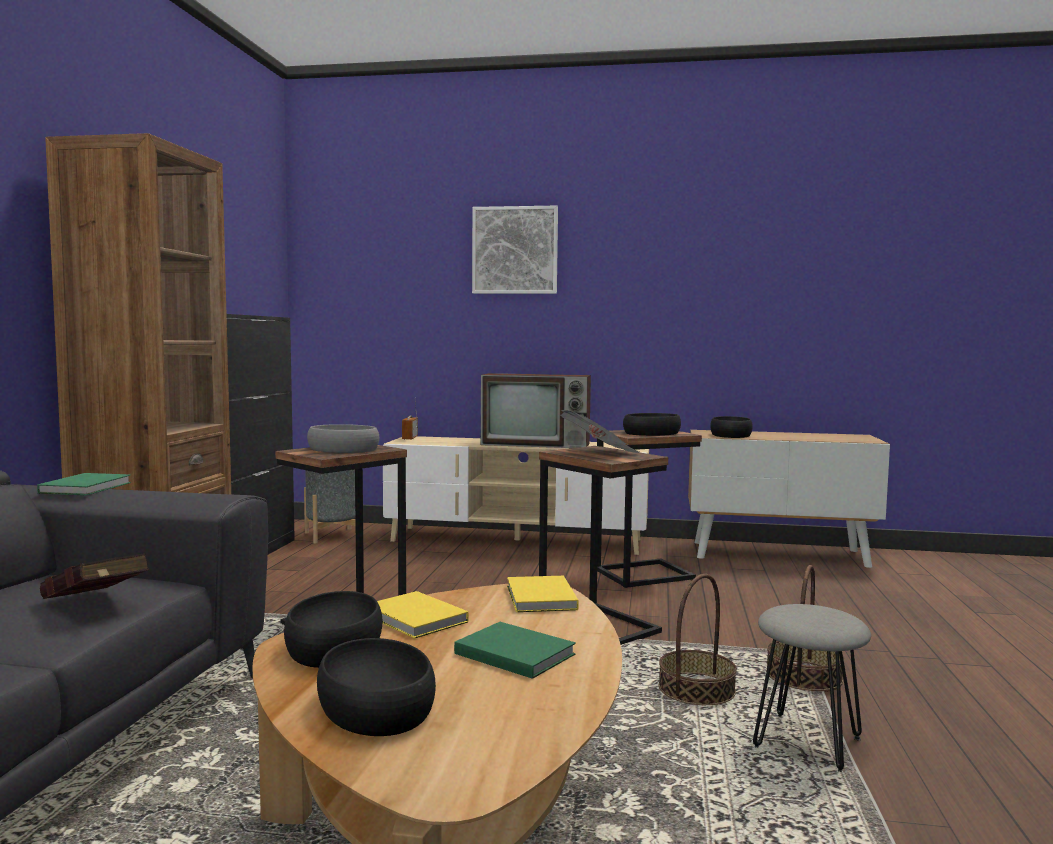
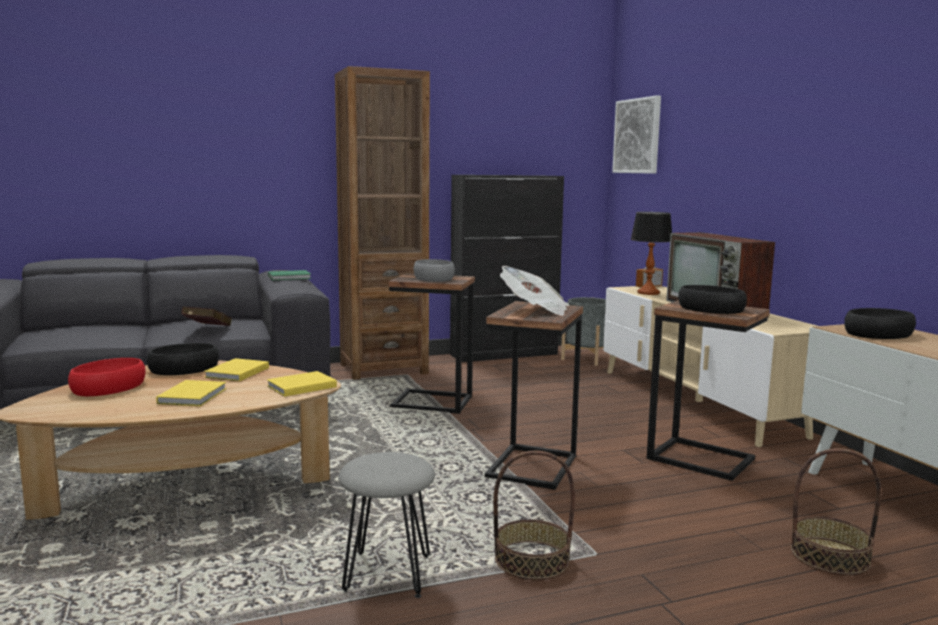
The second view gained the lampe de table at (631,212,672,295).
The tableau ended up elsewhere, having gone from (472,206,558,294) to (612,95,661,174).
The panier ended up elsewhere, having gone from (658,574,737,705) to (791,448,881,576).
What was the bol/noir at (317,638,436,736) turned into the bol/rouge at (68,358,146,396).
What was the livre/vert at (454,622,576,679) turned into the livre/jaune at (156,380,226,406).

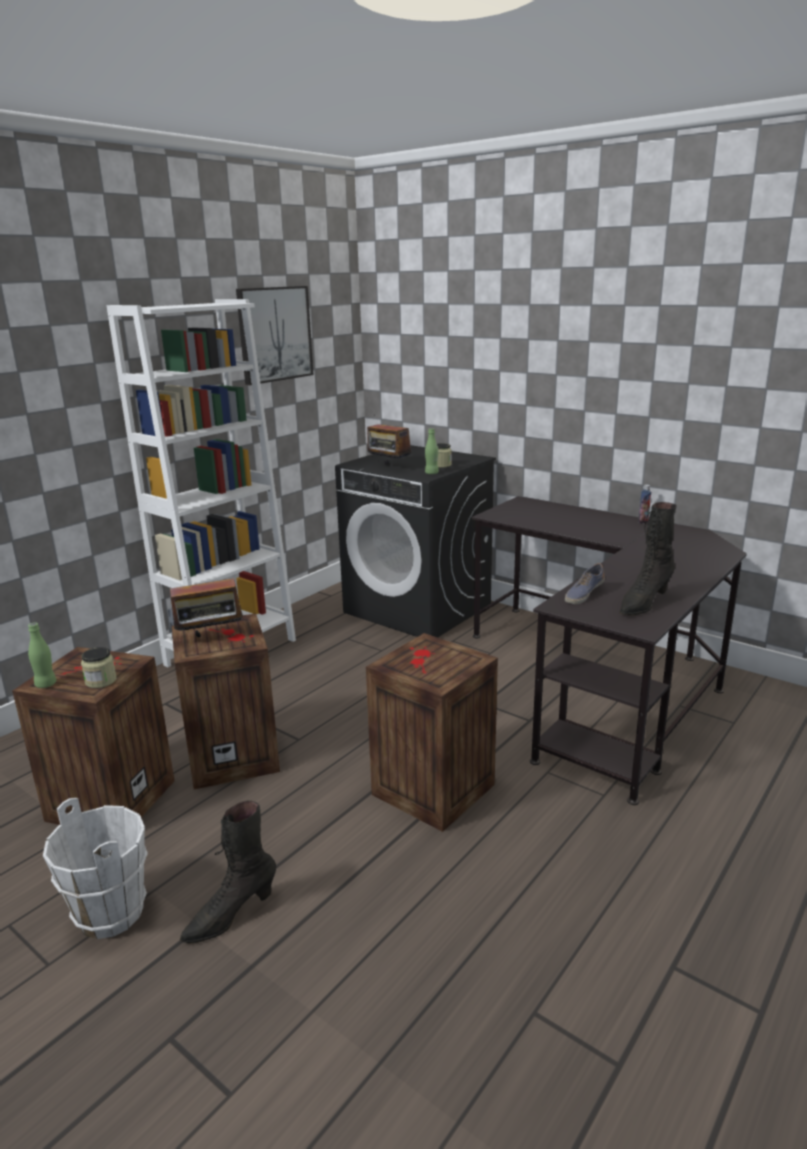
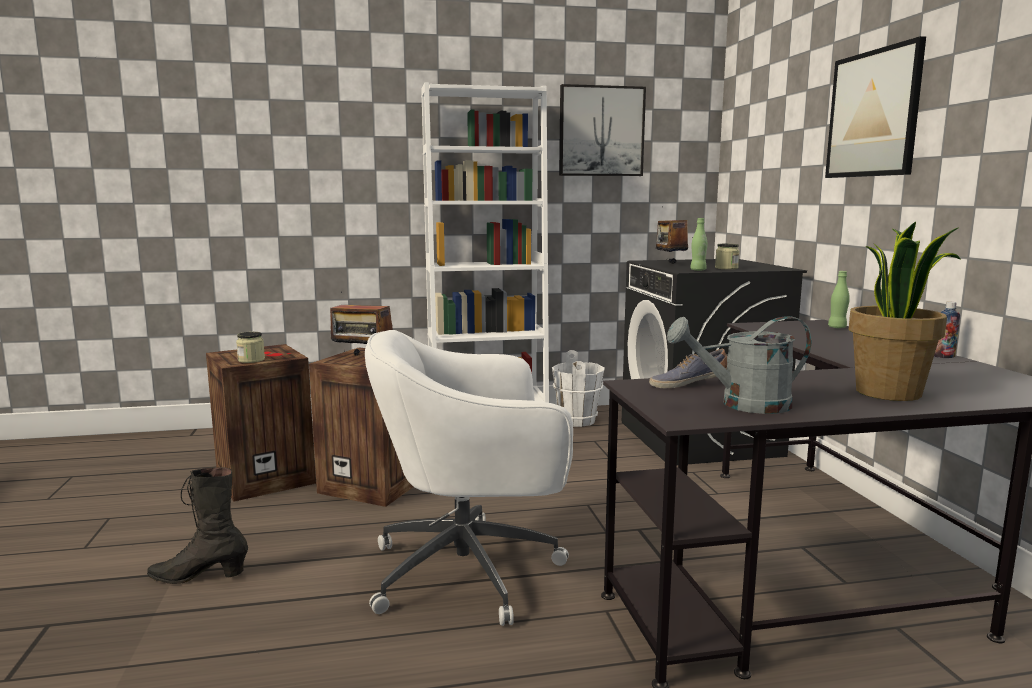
The second view gained the tableau at (825,36,926,178).
The second view gained the plante en pot at (848,221,961,401).
The bouteille/vert ended up elsewhere, having gone from (28,623,56,688) to (828,271,850,328).
The seau/blanc ended up elsewhere, having gone from (43,798,148,939) to (552,350,605,427).
Where the caisse stood at (366,633,498,832), the chaise de bureau/blanc came to stand at (365,330,573,626).
Where the botte/noir stood at (619,502,677,615), the arrosoir/gris came to stand at (667,316,812,414).

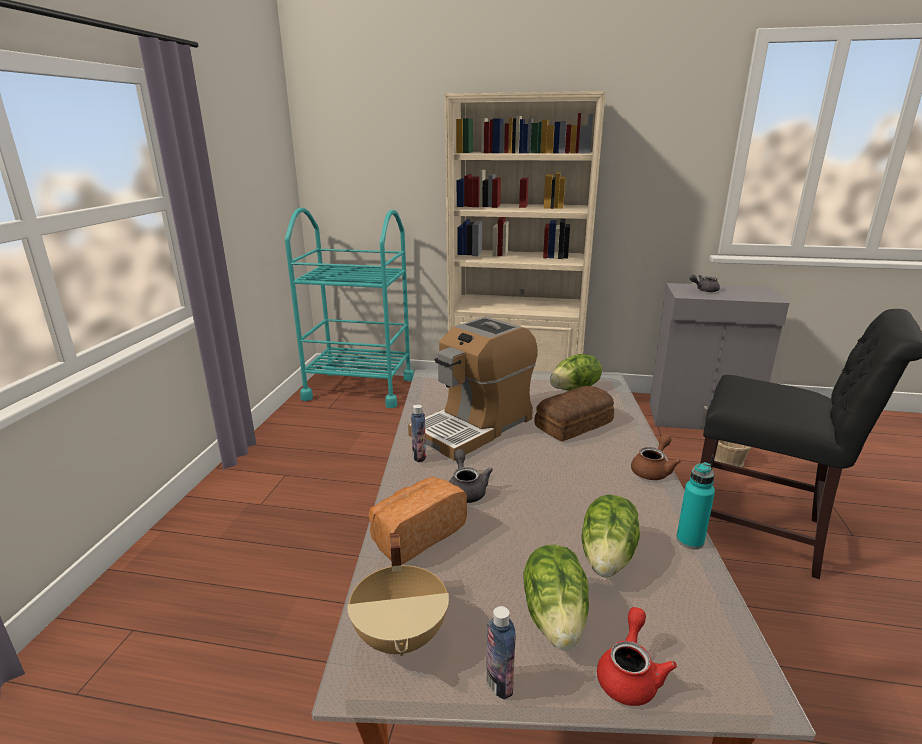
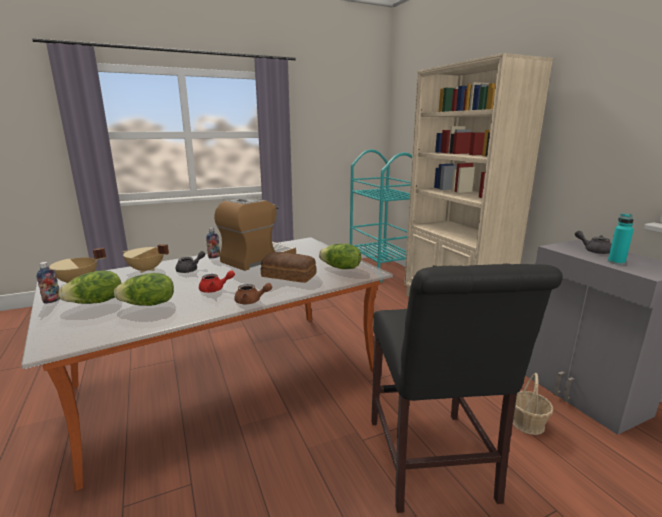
The théière/rouge ended up elsewhere, having gone from (597,607,677,706) to (199,270,235,293).
The bouteille/turquoise ended up elsewhere, having gone from (676,462,715,549) to (608,213,634,265).
Where the pain stood at (368,477,467,564), the marmite/beige came to stand at (123,244,169,273).
The machine à café at (408,316,538,461) ended up facing another way, 120 degrees clockwise from before.

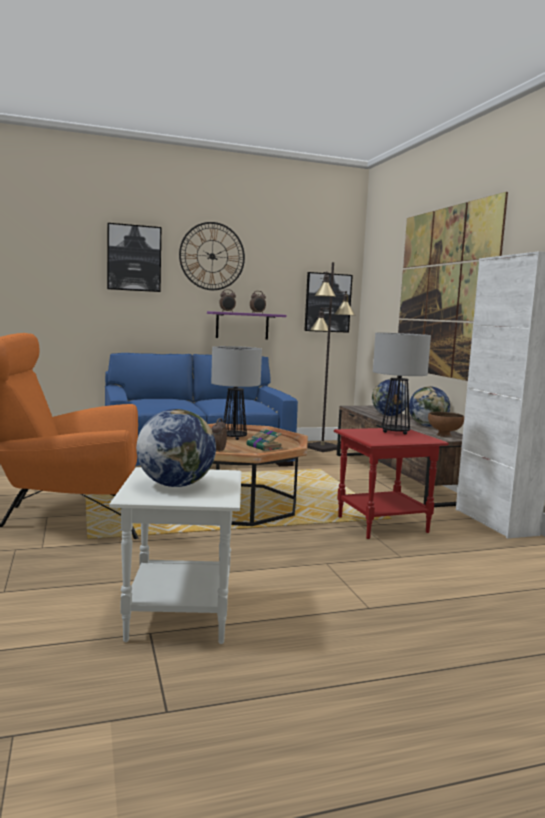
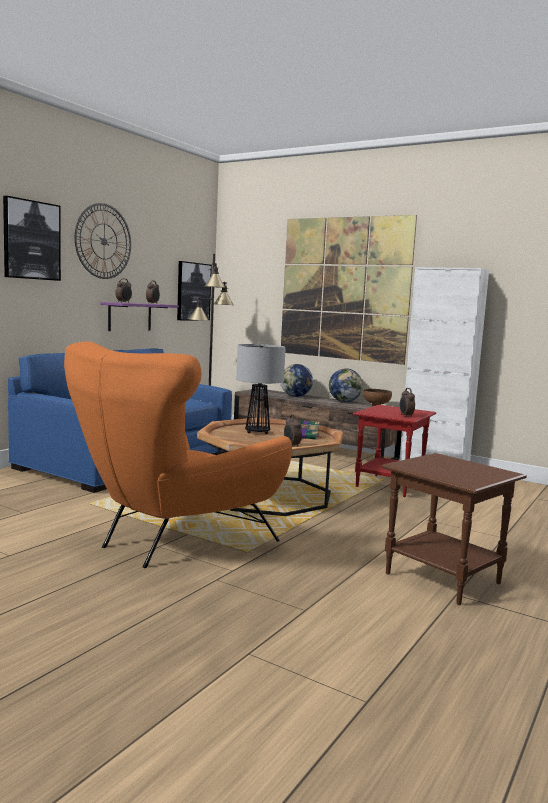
The second view lost the globe at (136,409,216,487).
The second view lost the lampe de table at (373,332,431,434).
The second view gained the réveil at (400,388,415,417).
What was the table d'appoint/blanc at (109,467,241,644) turned into the table d'appoint/marron at (381,453,527,605).

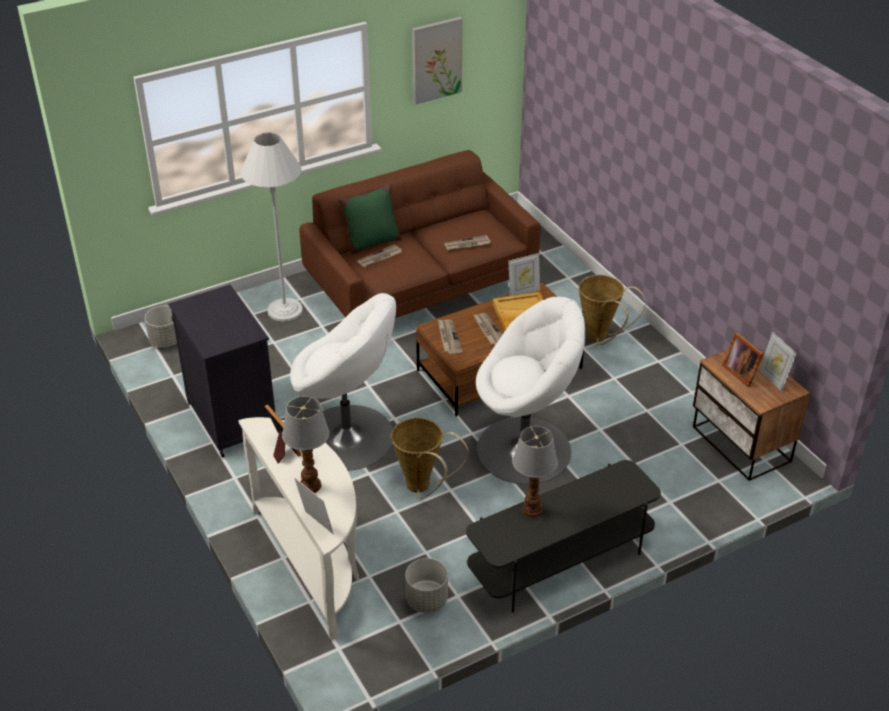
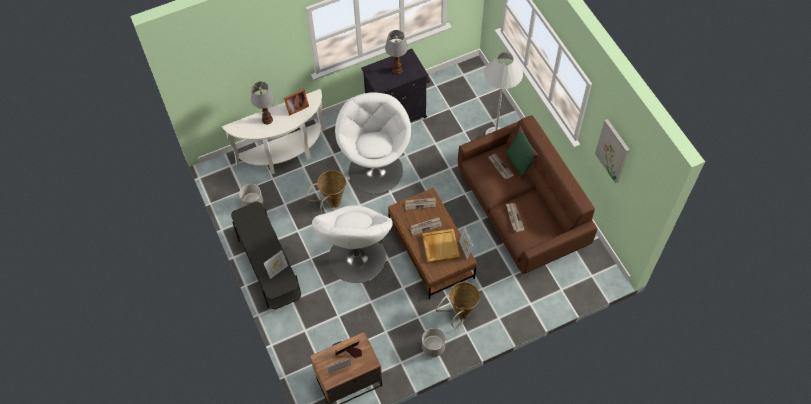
The cache-pot/gris ended up elsewhere, having gone from (145,306,177,348) to (422,328,446,357).
The cadre photo ended up elsewhere, having gone from (295,478,334,535) to (264,250,288,279).
The lampe de table ended up elsewhere, having gone from (512,426,558,518) to (385,30,408,74).
The fauteuil/blanc at (290,293,396,471) ended up facing another way, 150 degrees clockwise from before.

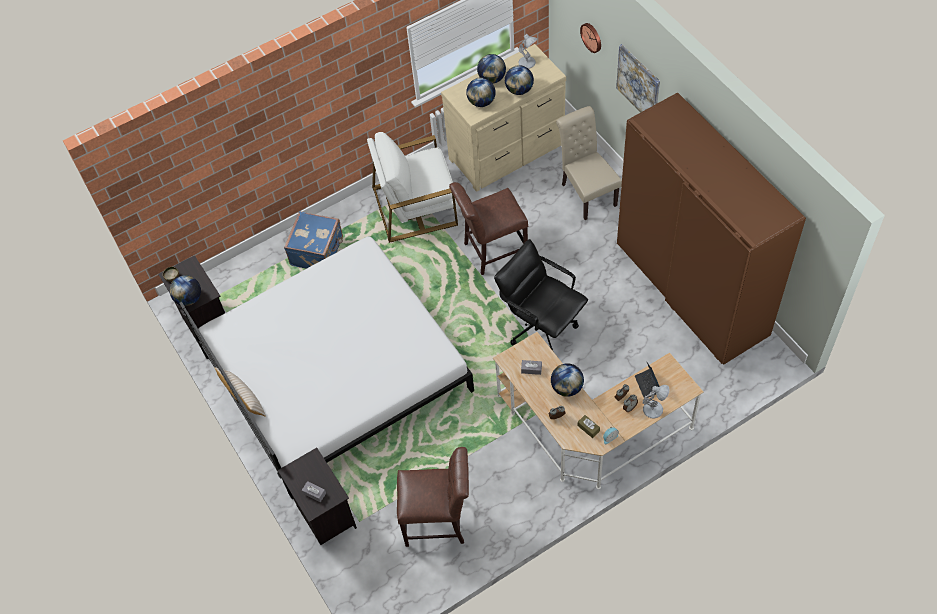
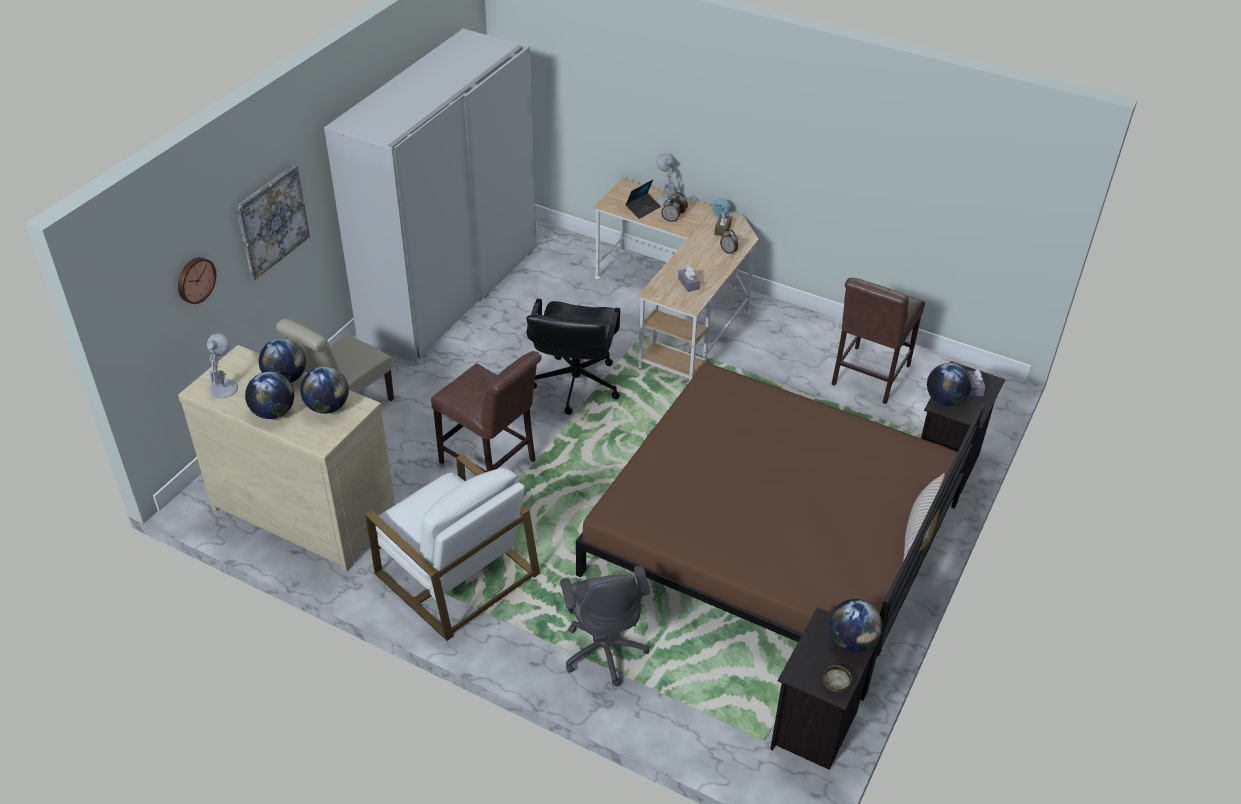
The globe ended up elsewhere, having gone from (551,363,584,397) to (927,363,972,406).
Where the valise/bleu stood at (284,211,343,269), the chaise de bureau/gris came to stand at (560,566,650,686).
What was the lit/blanc at (179,236,474,499) turned into the lit/marron at (576,363,985,701).
What was the armoire/marron at (617,92,806,365) turned into the armoire/blanc at (324,29,536,363).
The chaise/marron at (397,447,469,547) ended up facing another way, 120 degrees counterclockwise from before.

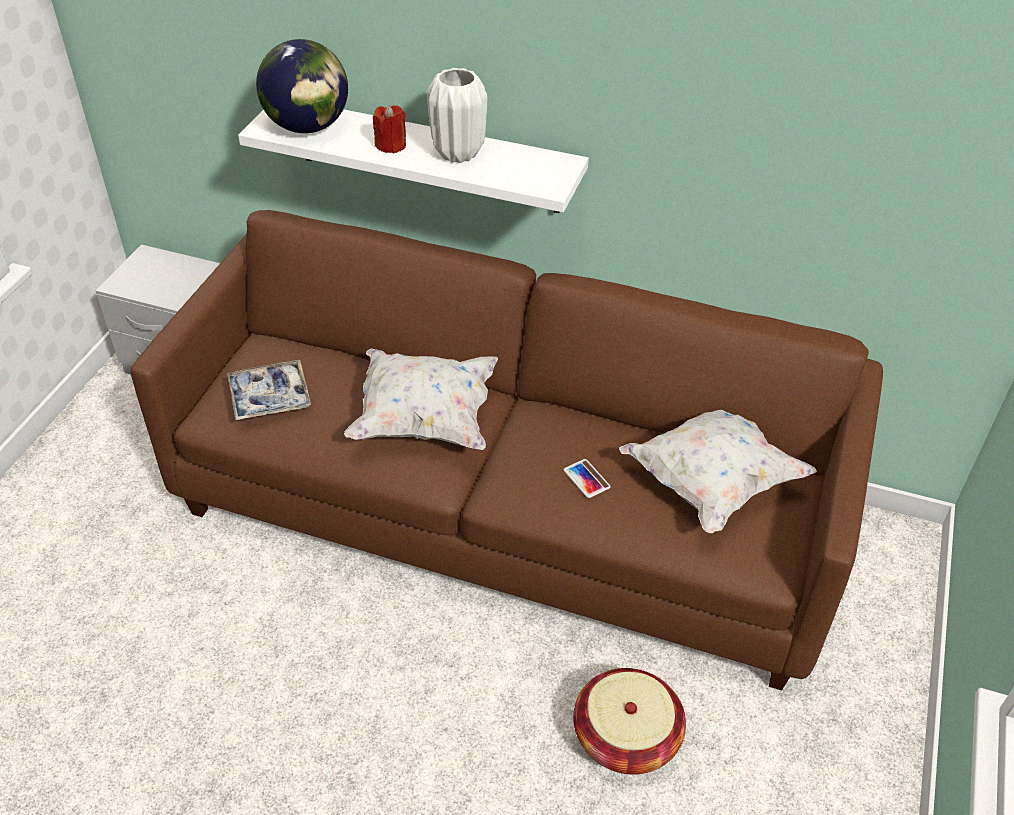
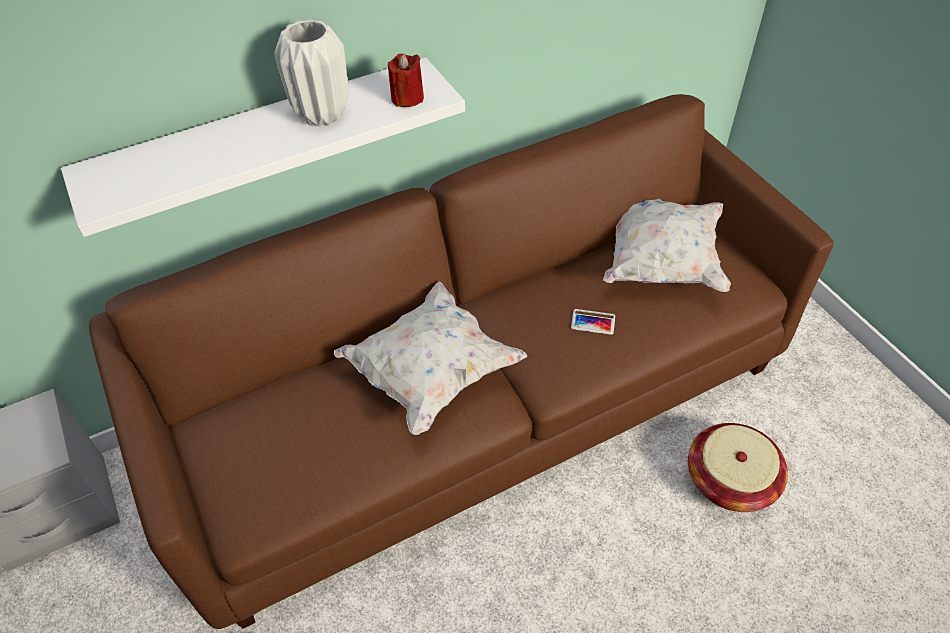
The second view lost the plateau at (227,360,311,420).
The second view lost the globe at (256,39,348,133).
The bougie/rouge ended up elsewhere, having gone from (373,105,406,153) to (388,54,424,107).

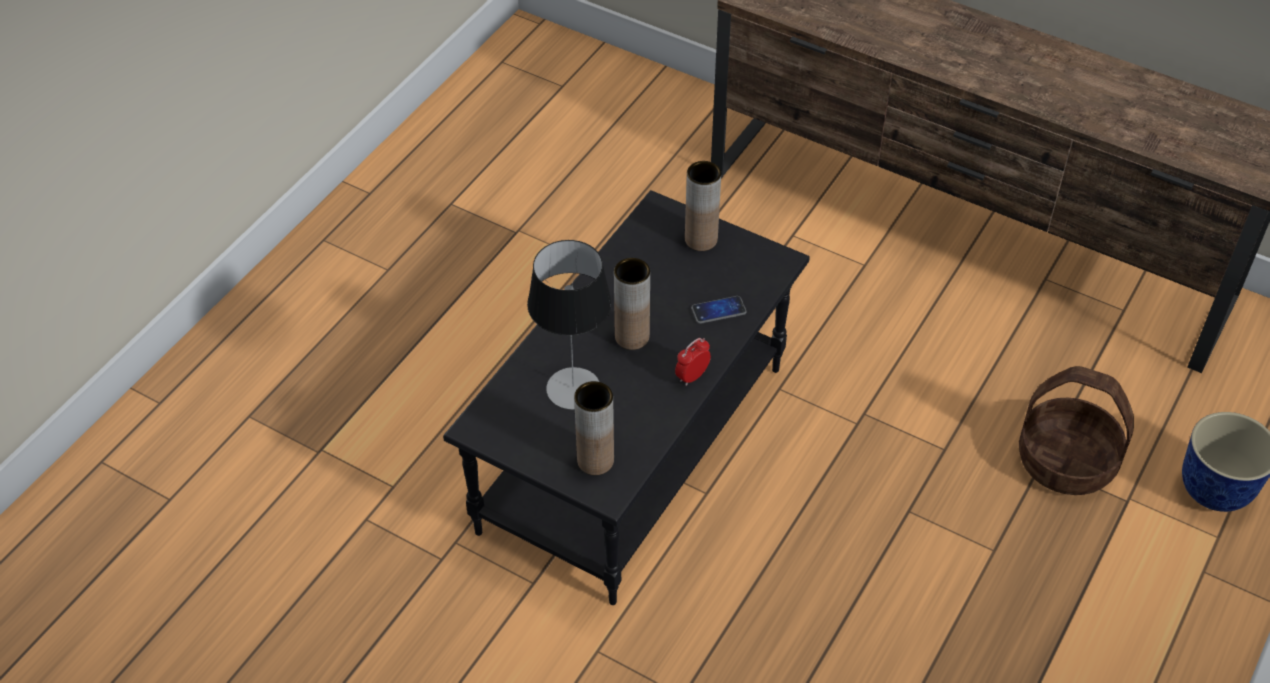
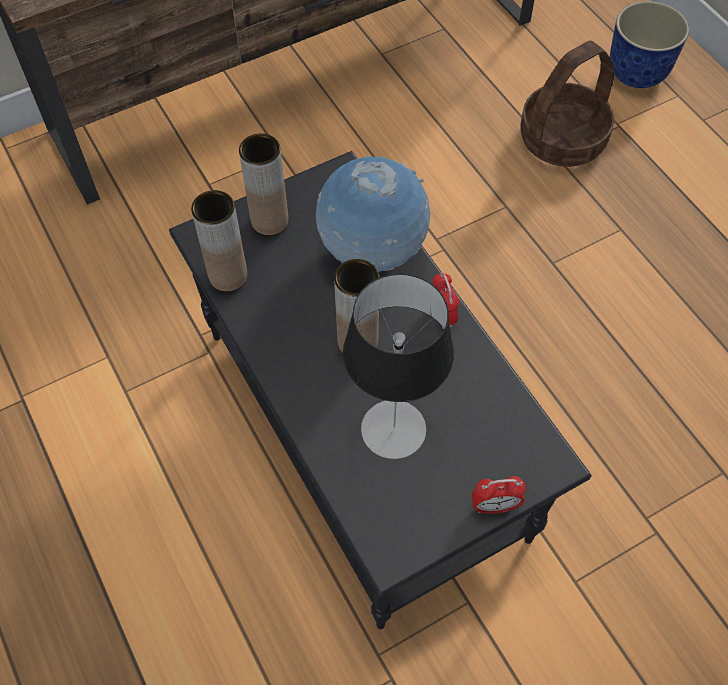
The second view gained the réveil at (472,476,526,514).
The vase/marron ended up elsewhere, having gone from (574,381,614,475) to (191,190,247,291).
Where the téléphone stood at (691,296,747,324), the globe came to stand at (316,157,430,272).

